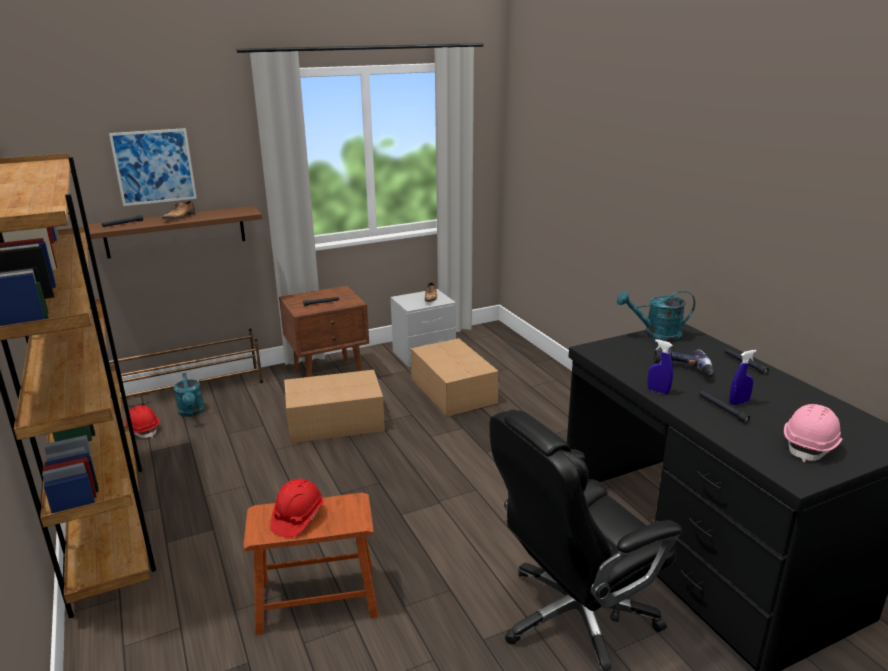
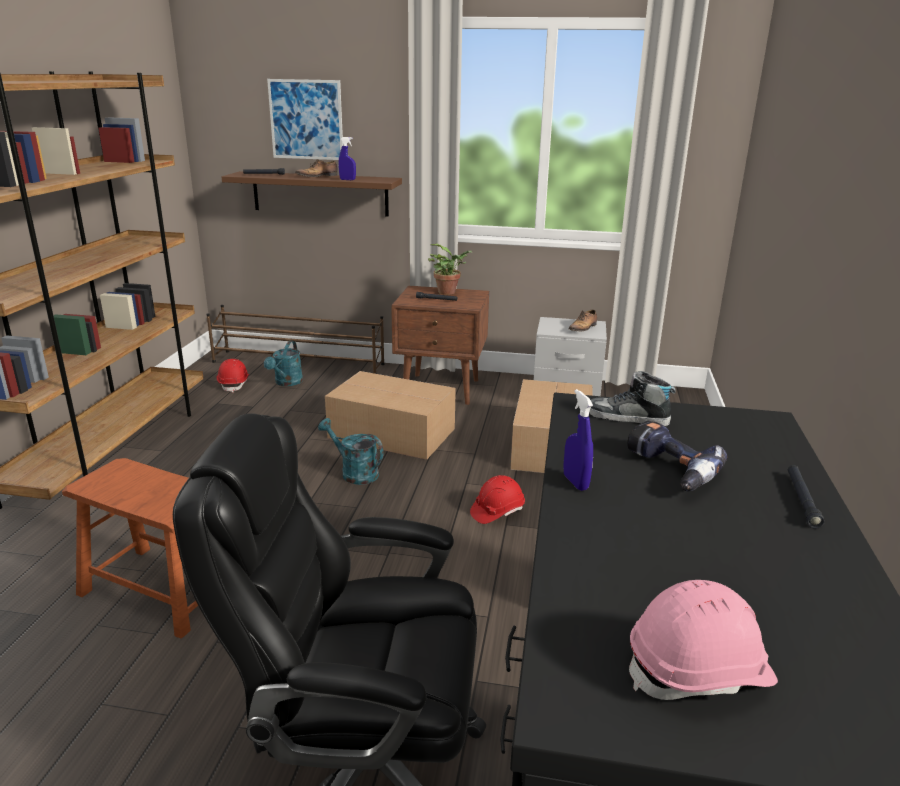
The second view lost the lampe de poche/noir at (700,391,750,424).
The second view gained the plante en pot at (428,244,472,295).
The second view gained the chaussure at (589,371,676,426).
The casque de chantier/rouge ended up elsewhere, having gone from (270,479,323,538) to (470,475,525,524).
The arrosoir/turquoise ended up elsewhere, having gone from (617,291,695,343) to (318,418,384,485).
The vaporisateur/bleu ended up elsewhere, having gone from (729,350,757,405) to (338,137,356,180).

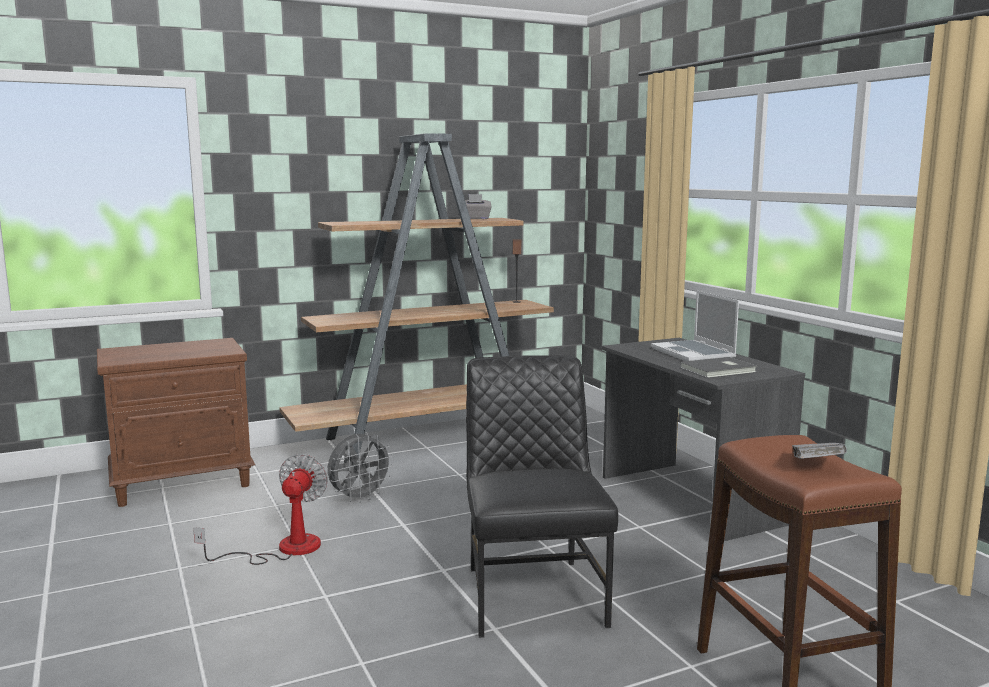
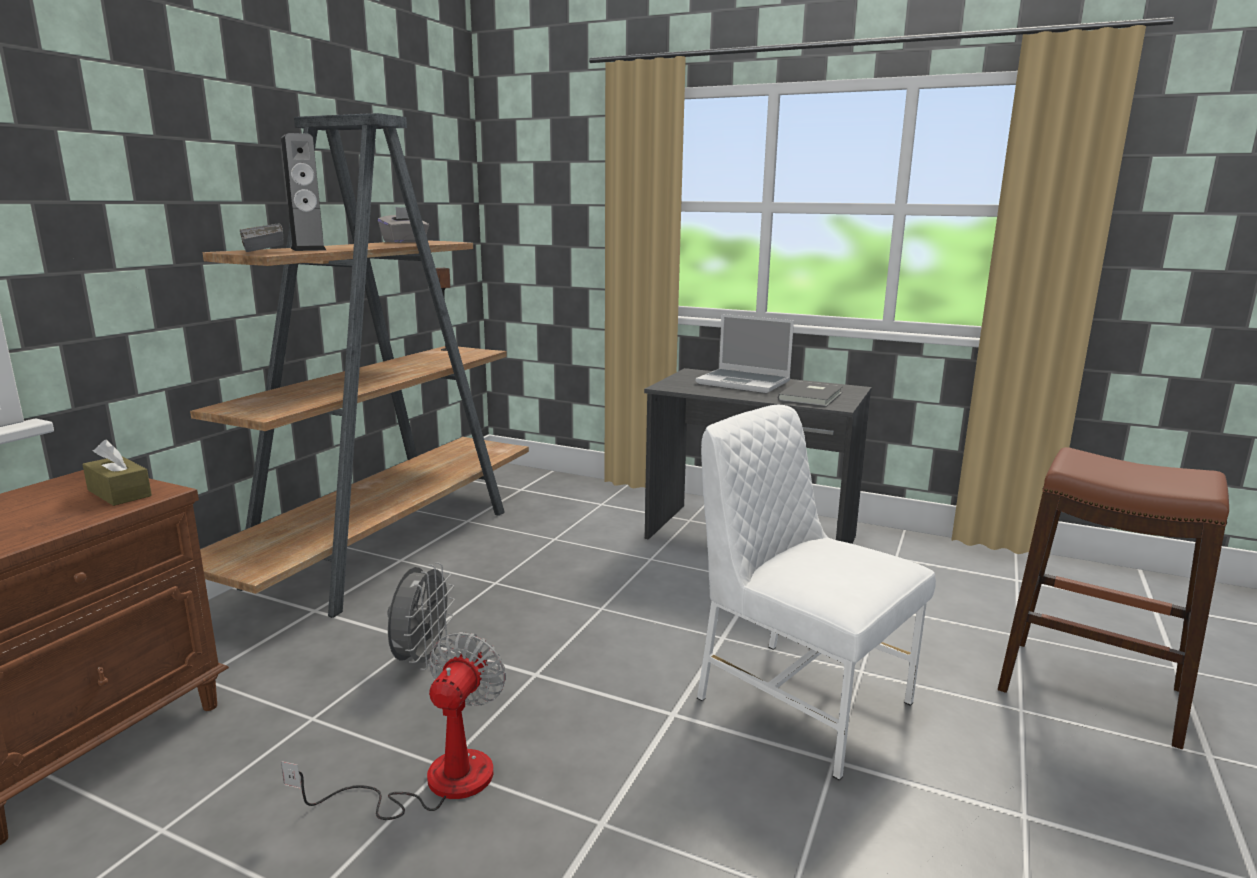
The second view gained the boîte à mouchoirs/marron at (82,440,152,506).
The second view gained the enceinte at (281,133,326,251).
The livre/gris ended up elsewhere, having gone from (792,443,847,459) to (240,224,284,252).
What was the chaise/noir at (466,355,618,638) turned into the chaise/blanc at (697,405,936,781).
The ventilateur at (193,454,328,565) ended up facing another way, 45 degrees clockwise from before.

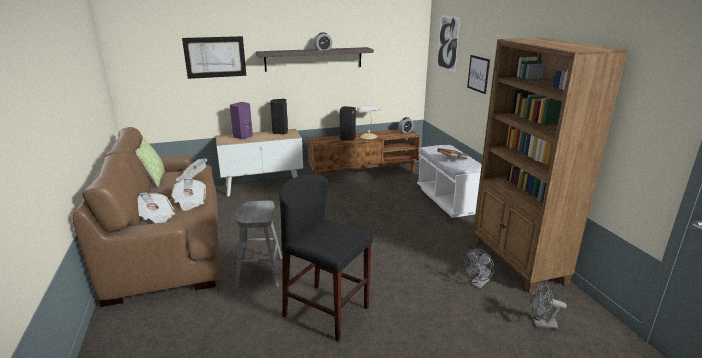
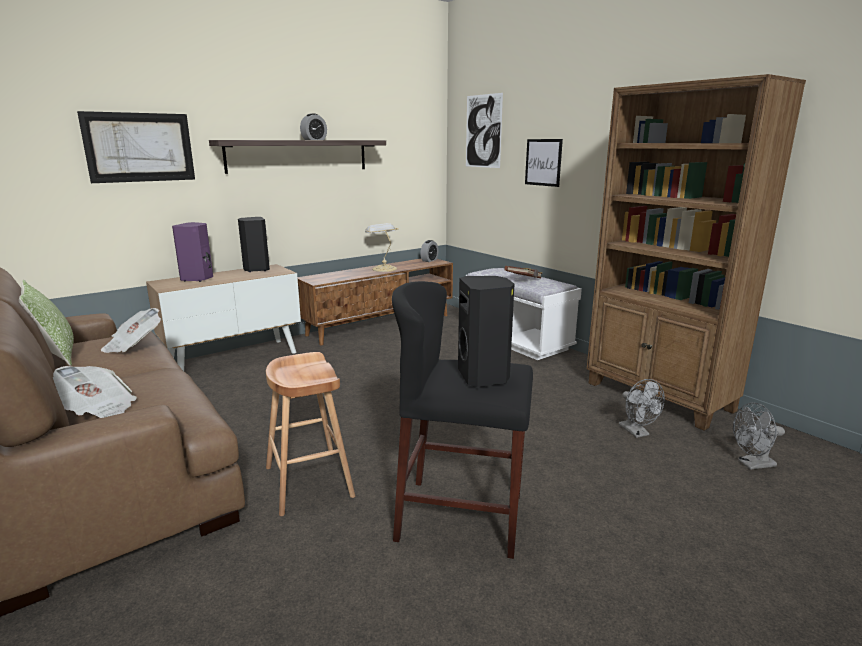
The second view lost the journal at (171,178,206,211).
The enceinte/noir ended up elsewhere, having gone from (340,106,356,141) to (458,276,514,387).
What was the tabouret/gris at (235,201,283,289) turned into the tabouret/marron at (266,352,355,516).
The ventilateur/gris at (464,248,494,289) ended up facing another way, 45 degrees counterclockwise from before.

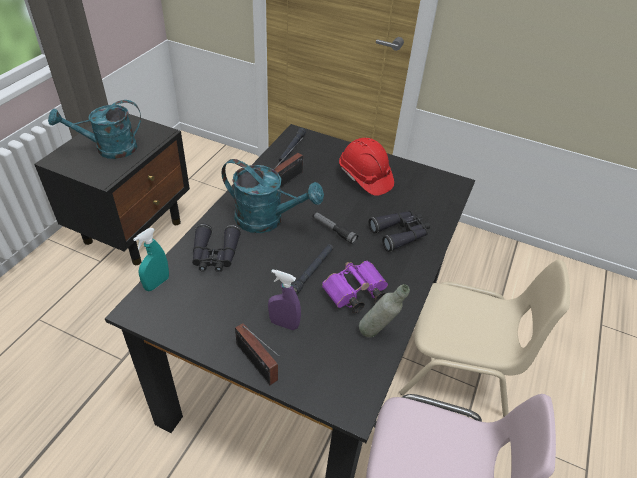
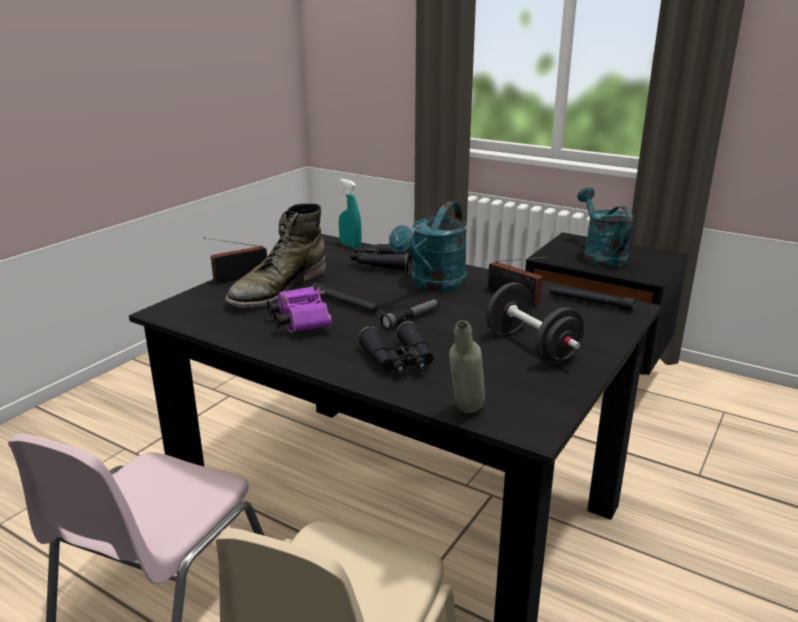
The bouteille/gris ended up elsewhere, having gone from (359,284,410,338) to (449,320,485,413).
Where the vaporisateur/violet stood at (268,269,301,330), the botte/vert came to stand at (225,203,326,308).
Where the casque de chantier/rouge stood at (339,138,394,196), the haltère/noir came to stand at (486,282,584,365).

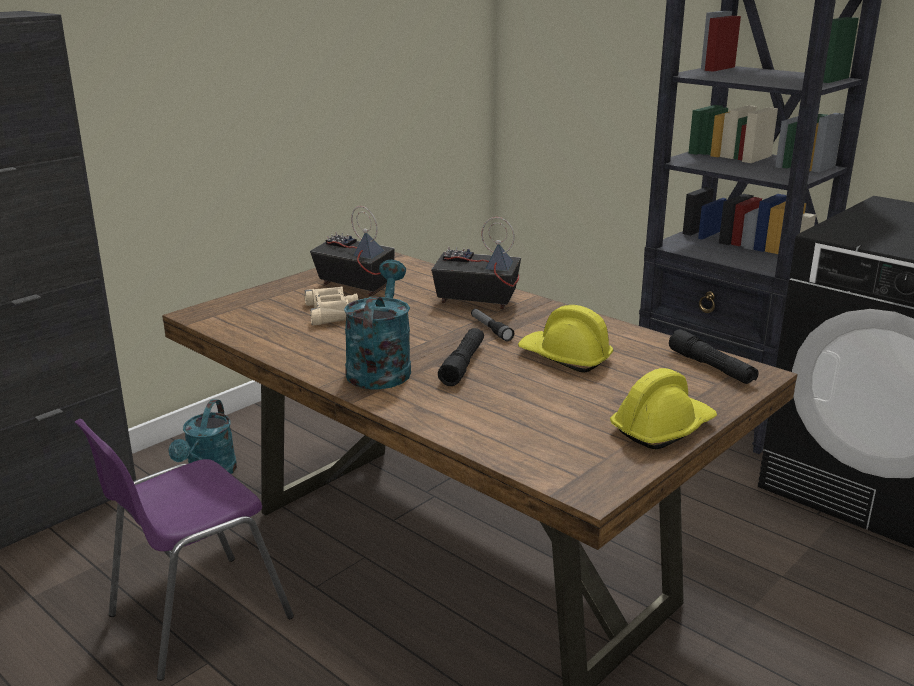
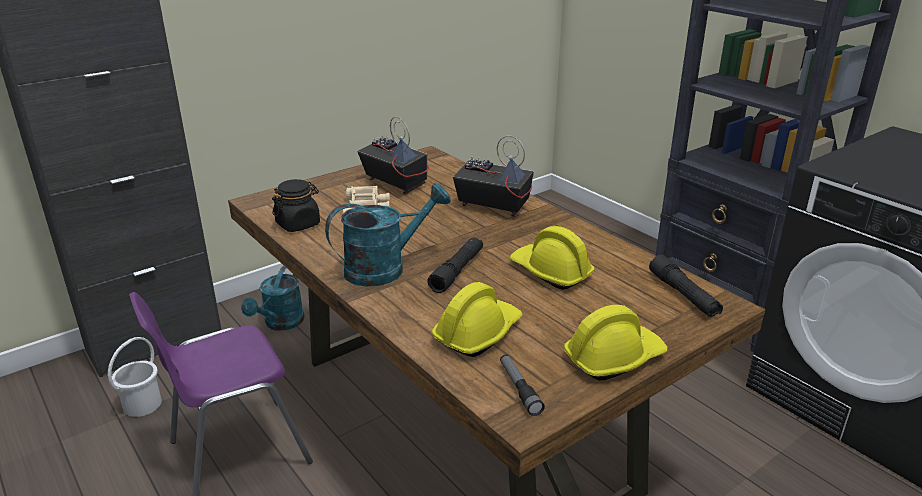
The second view gained the seau/blanc at (108,337,162,417).
The second view gained the bocal/noir at (272,179,320,232).
The second view gained the casque de chantier/jaune at (431,282,522,357).
The lampe de poche ended up elsewhere, having gone from (471,309,514,341) to (500,354,545,416).
The arrosoir/turquoise at (344,260,411,390) ended up facing another way, 45 degrees clockwise from before.

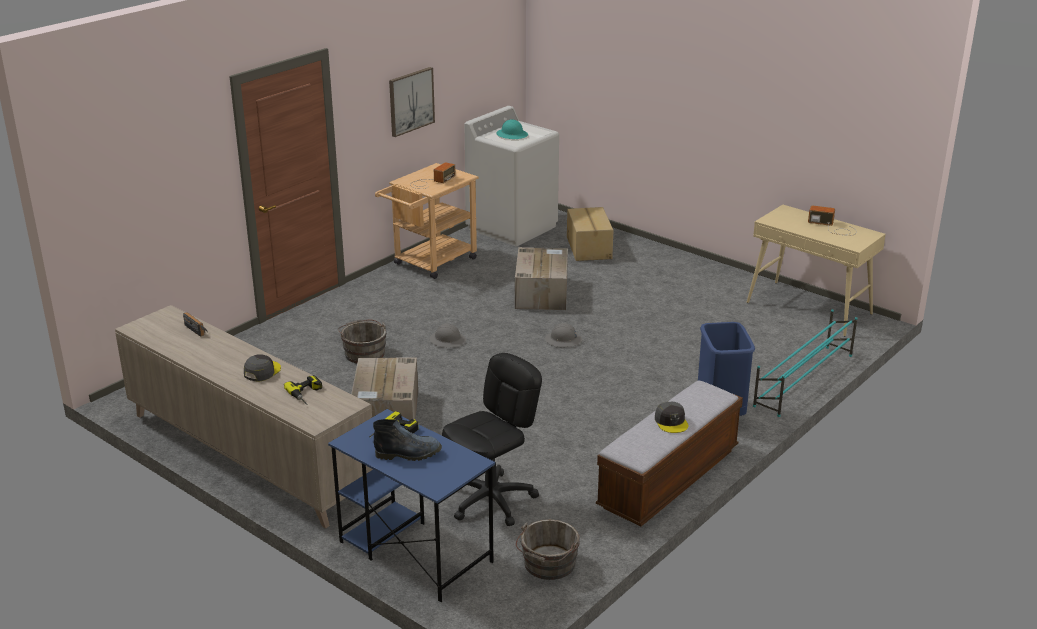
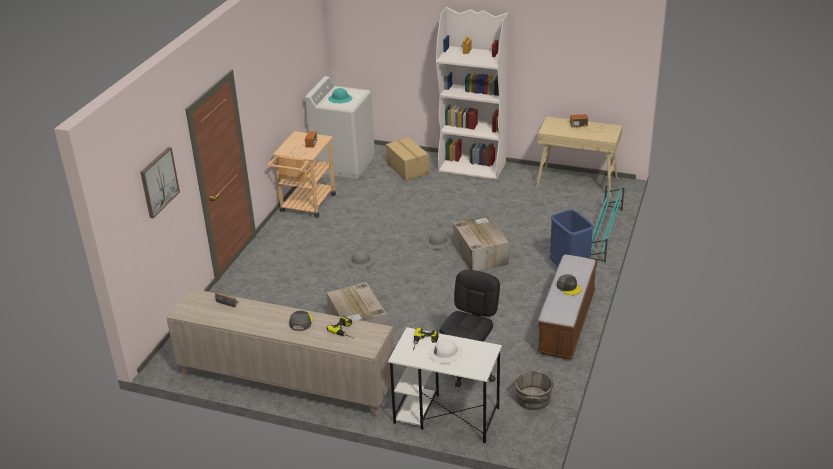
The second view lost the seau/gris at (338,320,387,363).
The second view gained the bibliothèque/blanc at (436,7,509,180).
The tableau ended up elsewhere, having gone from (389,67,435,137) to (140,147,180,218).
The carton ended up elsewhere, having gone from (515,247,568,310) to (453,216,509,271).
Where the botte stood at (373,419,442,461), the casque de chantier/blanc came to stand at (429,339,463,364).
What was the bureau/bleu at (328,409,495,602) turned into the bureau/blanc at (388,327,502,443).

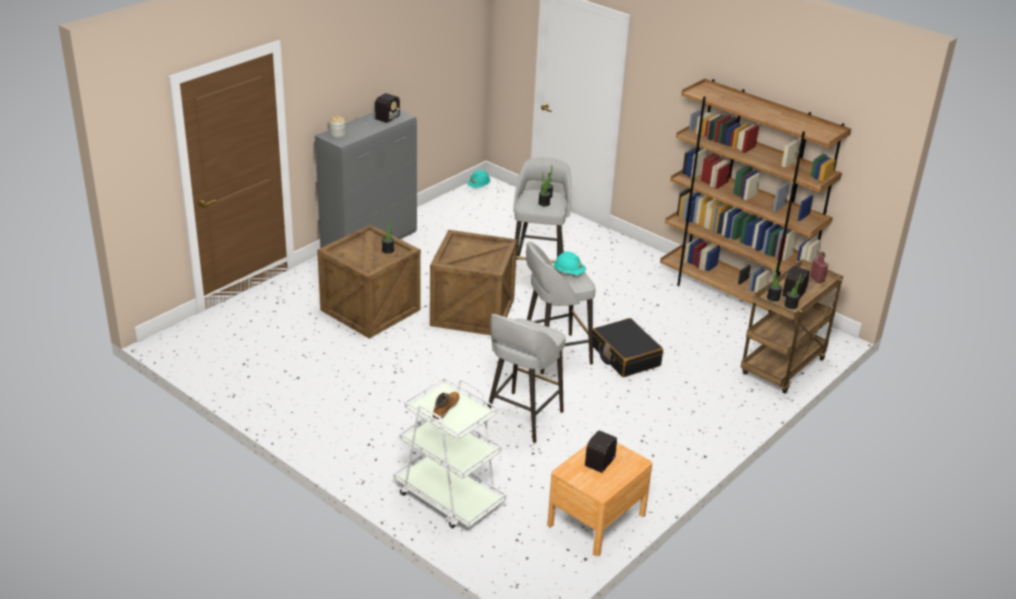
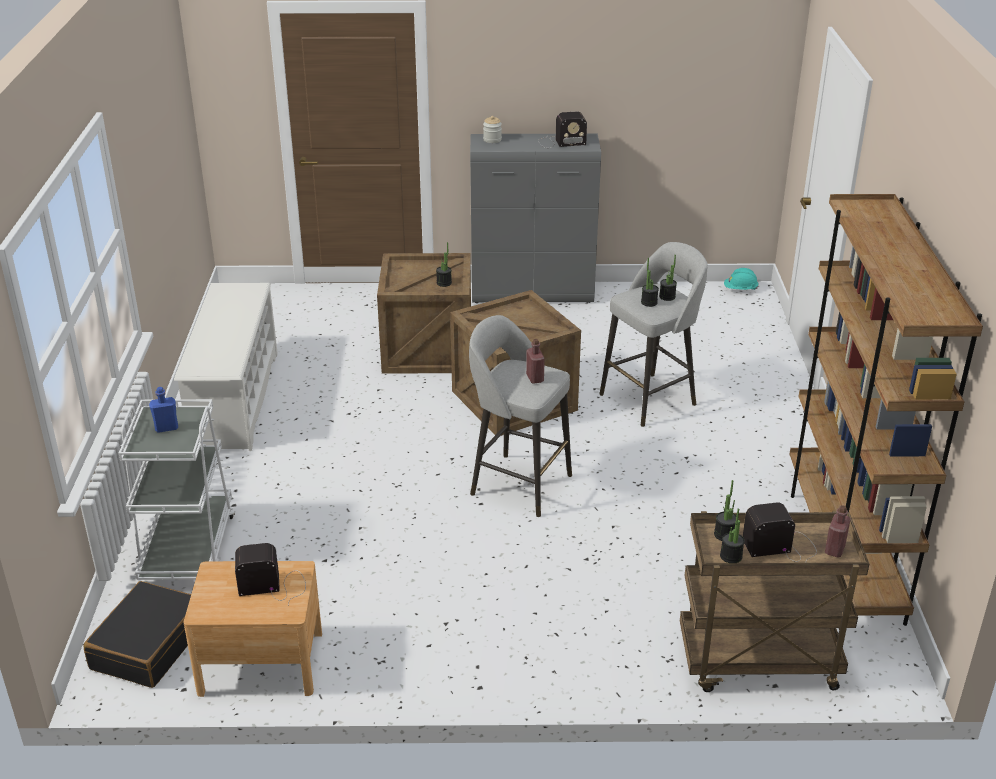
The second view lost the tabouret/gris at (484,314,566,443).
The second view gained the étagère à chaussures/blanc at (174,283,278,451).
The valise/noir ended up elsewhere, having gone from (593,318,663,377) to (84,581,191,688).
Where the botte stood at (433,392,460,419), the bouteille/bleu came to stand at (149,387,178,433).
Where the casque de chantier/turquoise stood at (553,251,586,275), the bouteille/rouge came to stand at (526,339,545,384).

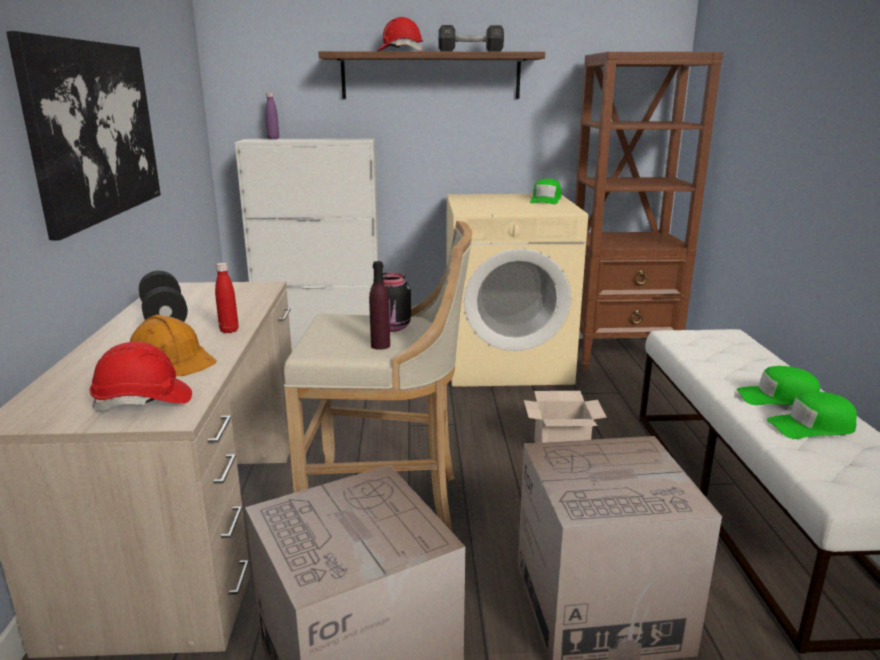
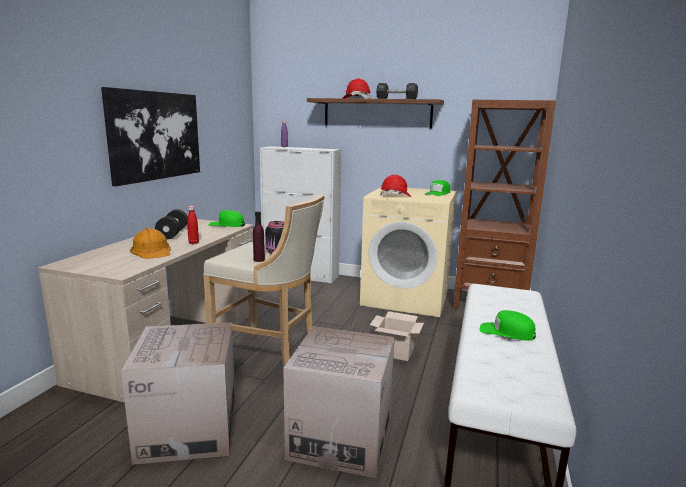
The casque de chantier/rouge ended up elsewhere, having gone from (89,342,192,411) to (380,175,411,197).
The casquette/vert ended up elsewhere, having gone from (766,391,857,439) to (208,210,245,227).

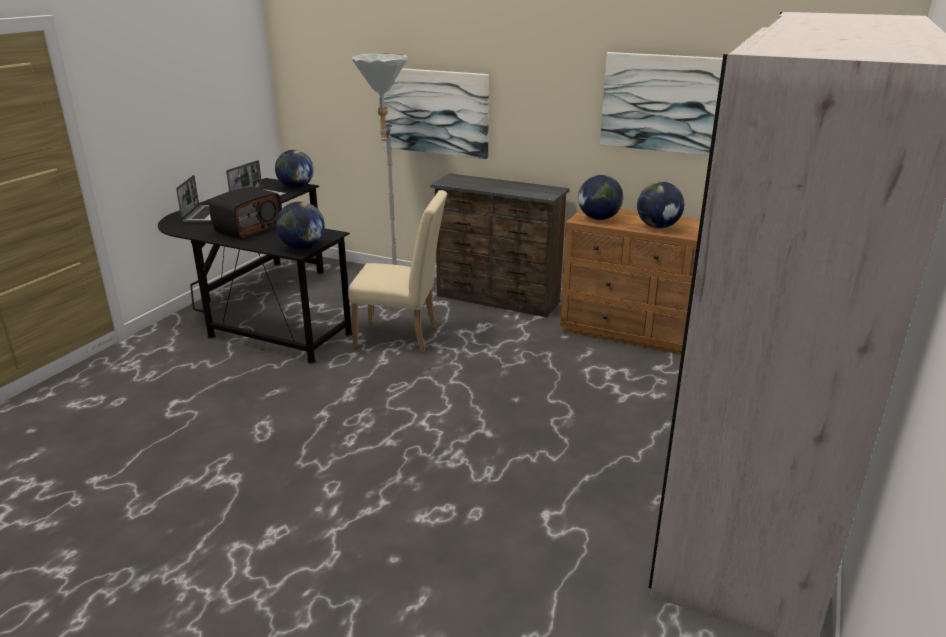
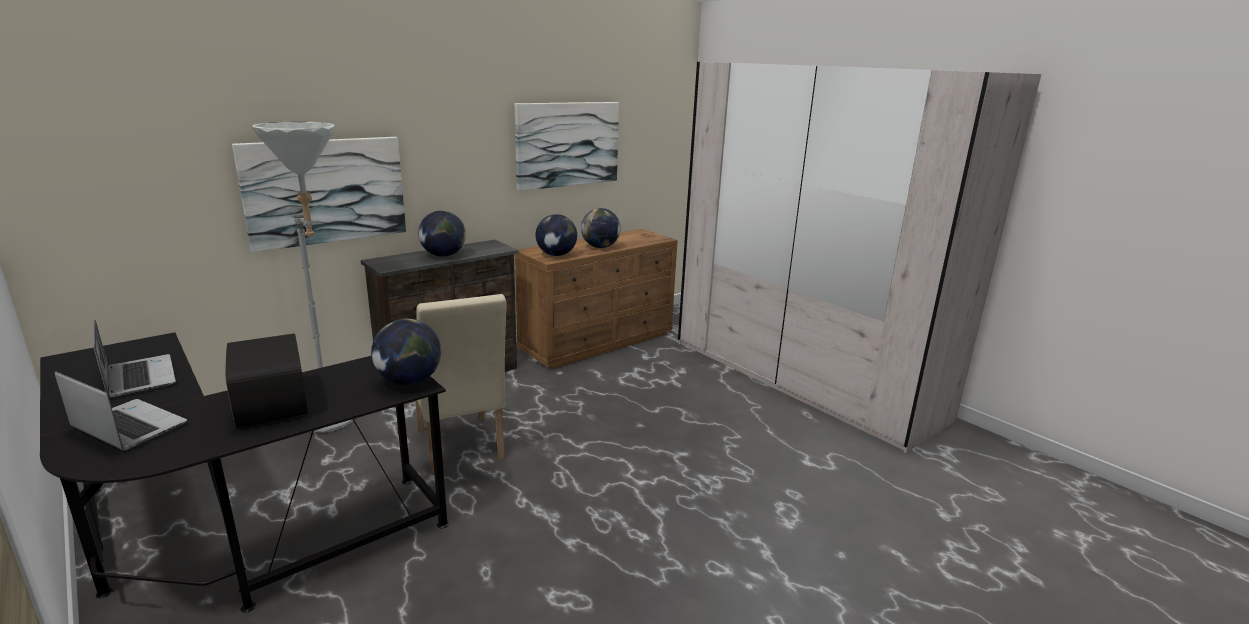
The globe ended up elsewhere, having gone from (275,150,314,188) to (418,211,466,257).
The chaise/beige at (348,190,447,353) ended up facing another way, 120 degrees clockwise from before.

